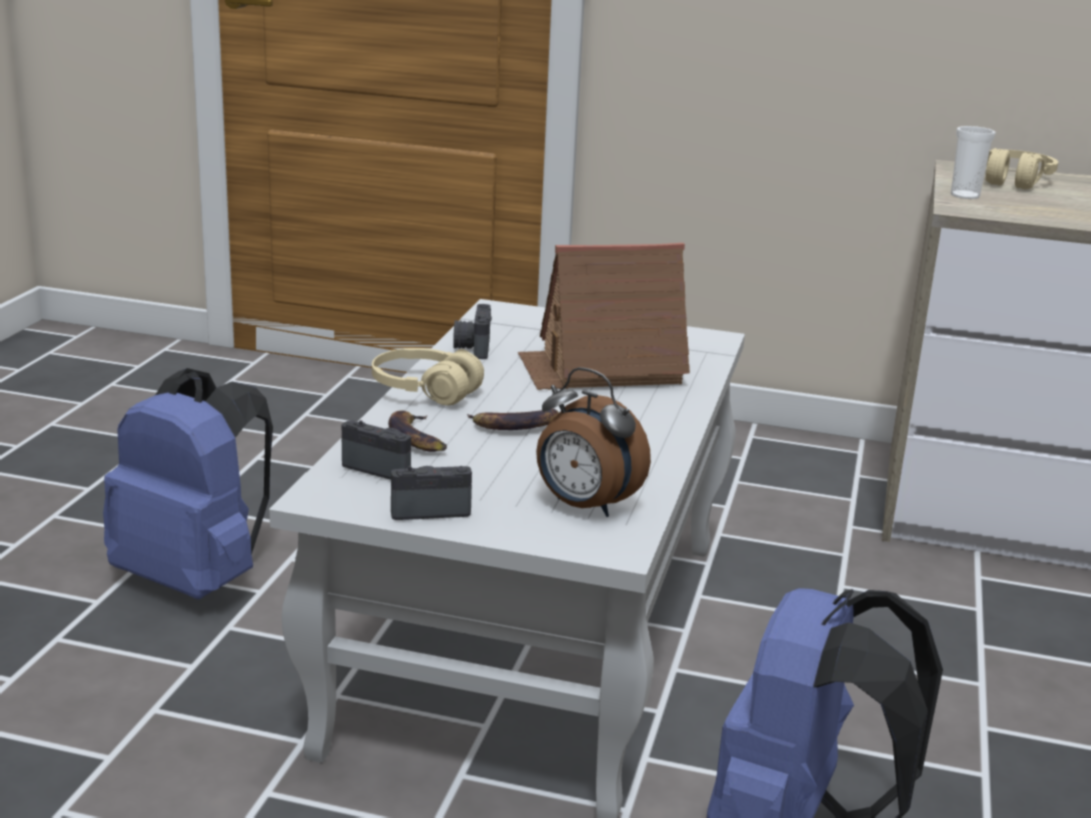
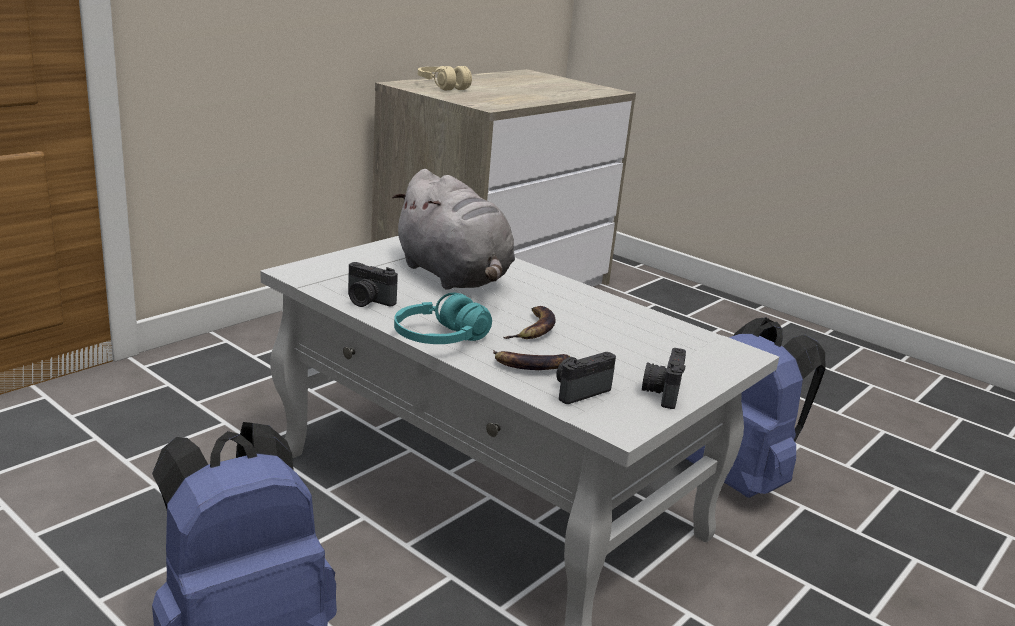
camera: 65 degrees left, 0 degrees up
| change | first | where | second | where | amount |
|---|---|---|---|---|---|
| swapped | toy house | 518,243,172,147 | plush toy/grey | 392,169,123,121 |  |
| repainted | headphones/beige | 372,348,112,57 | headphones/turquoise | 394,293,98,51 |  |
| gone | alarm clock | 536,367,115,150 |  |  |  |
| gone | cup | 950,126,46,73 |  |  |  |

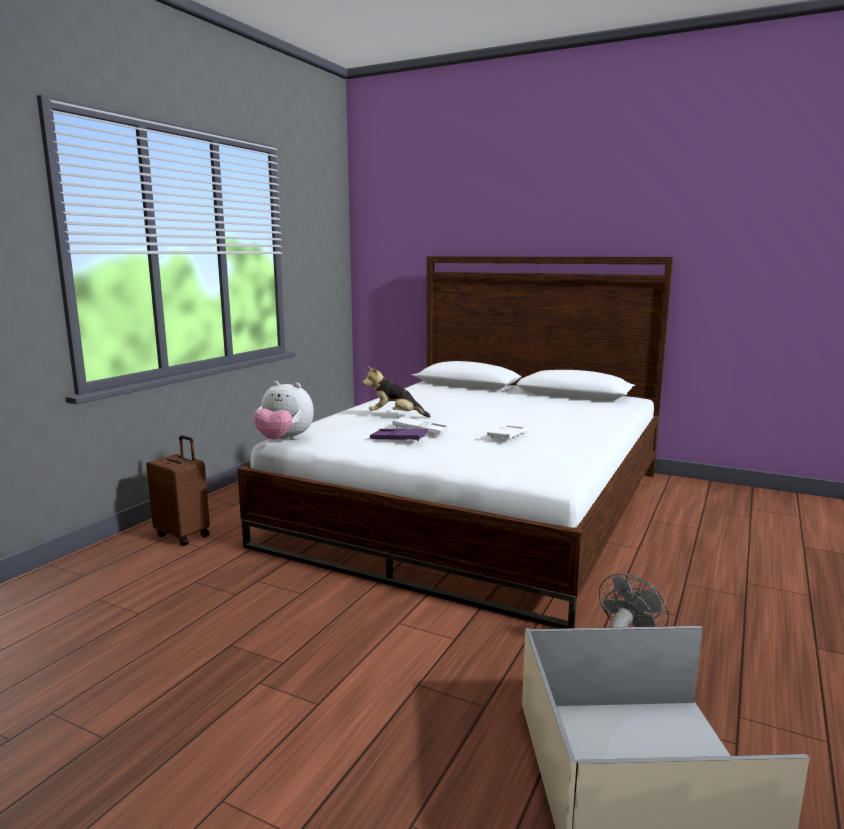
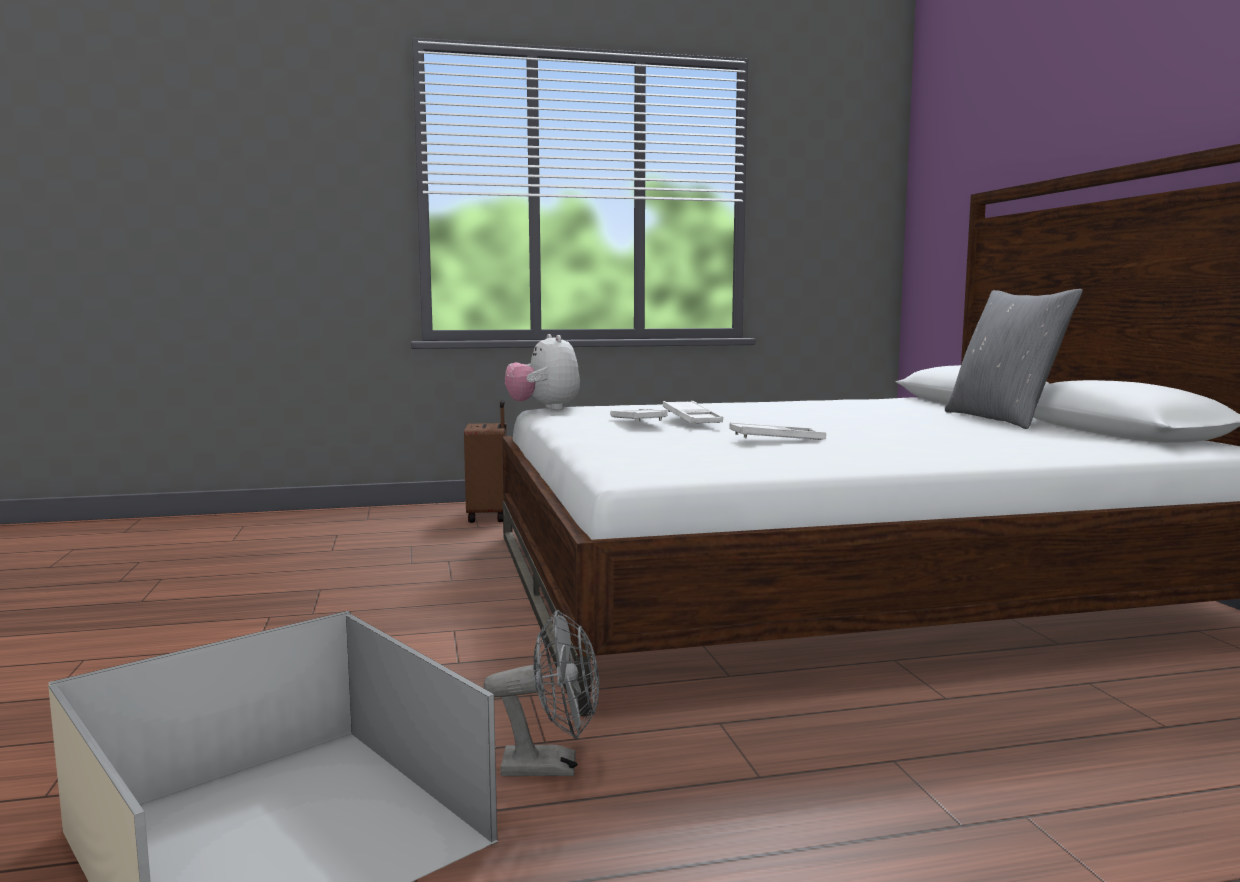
camera: 50 degrees right, 5 degrees down
| change | first | where | second | where | amount |
|---|---|---|---|---|---|
| repainted | tray/purple | 370,429,58,12 | tray/white | 610,409,58,13 |  |
| new |  |  | pillow/grey | 945,289,138,140 |  |
| gone | plush toy | 362,367,69,50 |  |  |  |

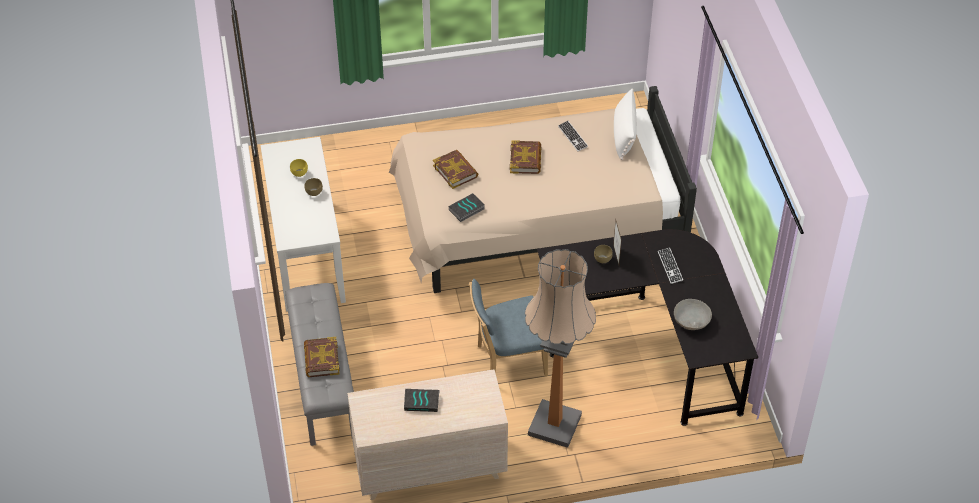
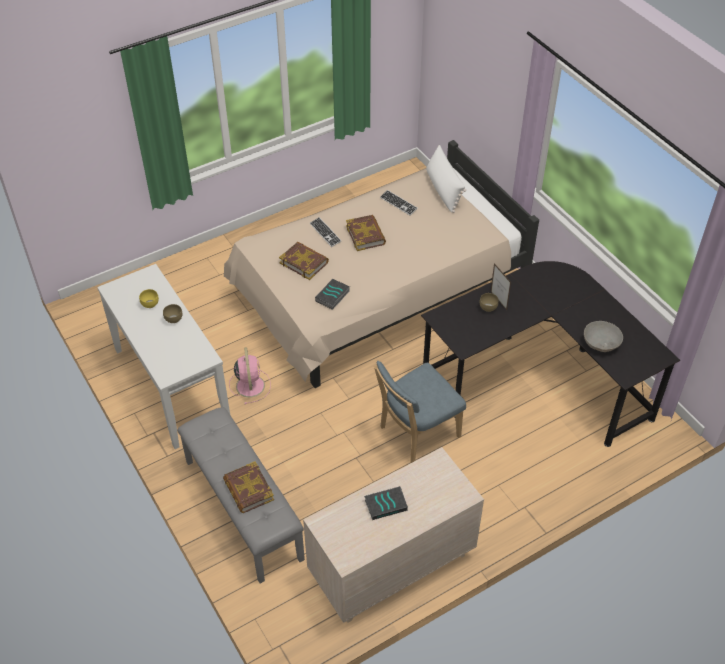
camera: 20 degrees left, 0 degrees up
| change | first | where | second | where | amount |
|---|---|---|---|---|---|
| new |  |  | fan/pink | 229,347,42,57 |  |
| shifted | keyboard | 658,247,25,37 |  | 310,217,31,30 |  |
| gone | floor lamp | 525,249,71,199 |  |  |  |

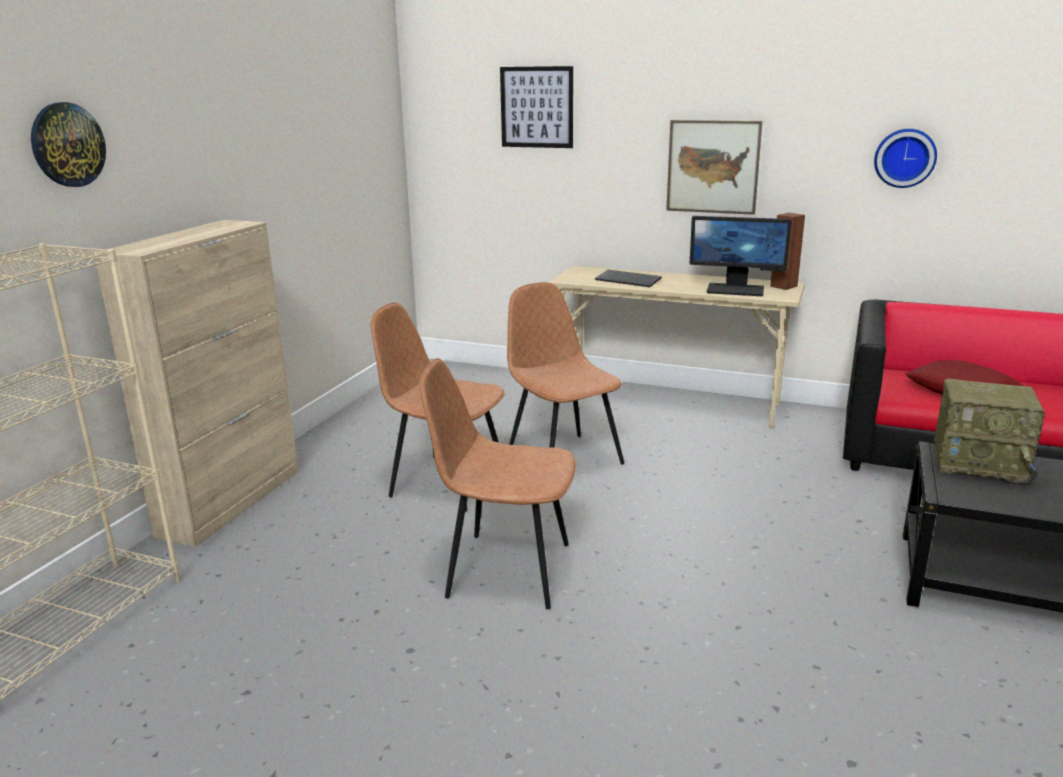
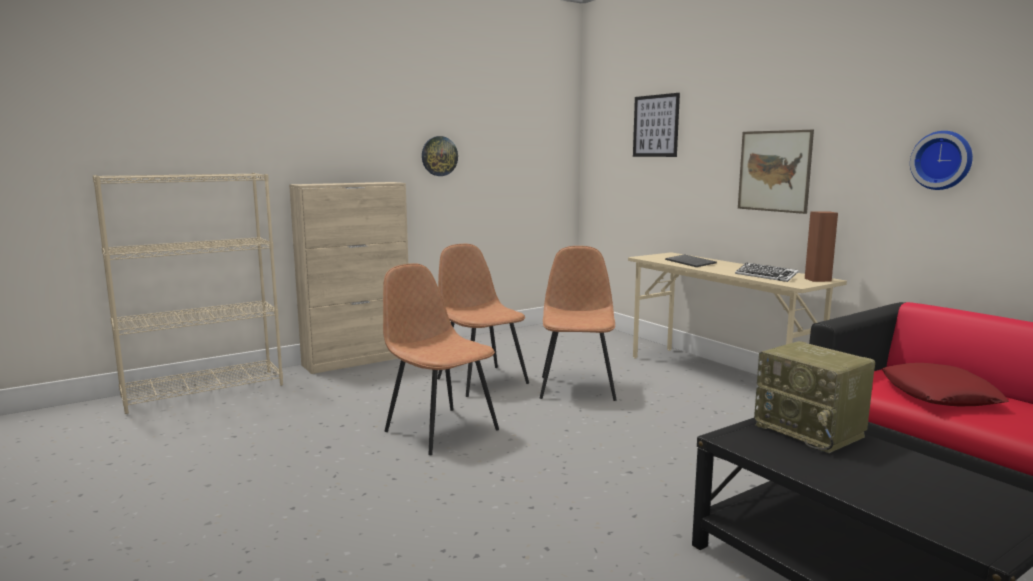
camera: 35 degrees right, 10 degrees down
| change | first | where | second | where | amount |
|---|---|---|---|---|---|
| shifted | wall clock | 31,102,75,85 |  | 422,136,36,40 |  |
| swapped | monitor | 690,216,102,80 | keyboard | 735,262,64,20 |  |

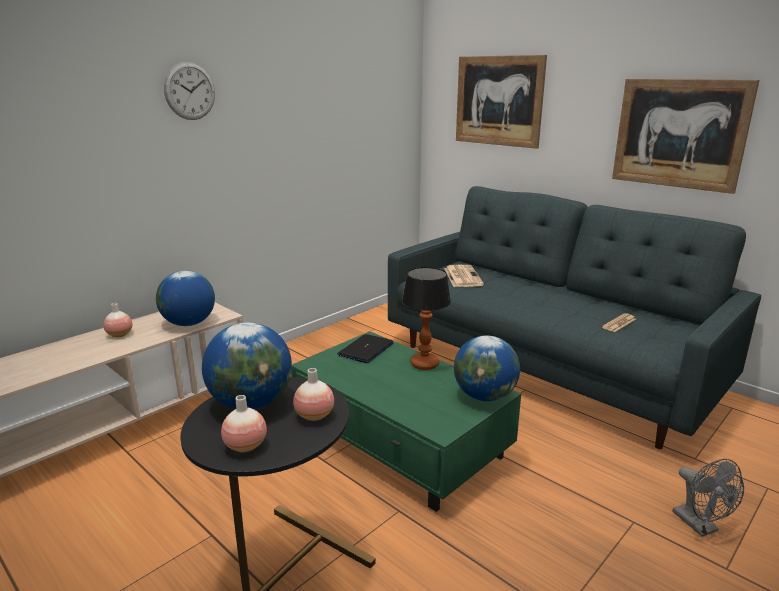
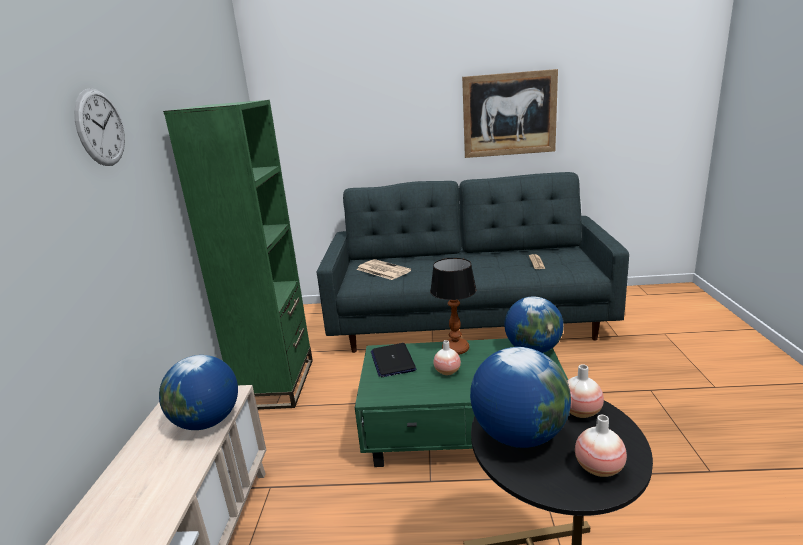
camera: 40 degrees left, 0 degrees up
| change | first | where | second | where | amount |
|---|---|---|---|---|---|
| new |  |  | bookcase/green | 163,100,150,310 |  |
| shifted | vase | 104,303,29,34 |  | 434,340,27,35 |  |
| gone | picture | 456,55,91,94 |  |  |  |
| gone | fan/grey | 673,459,71,78 |  |  |  |

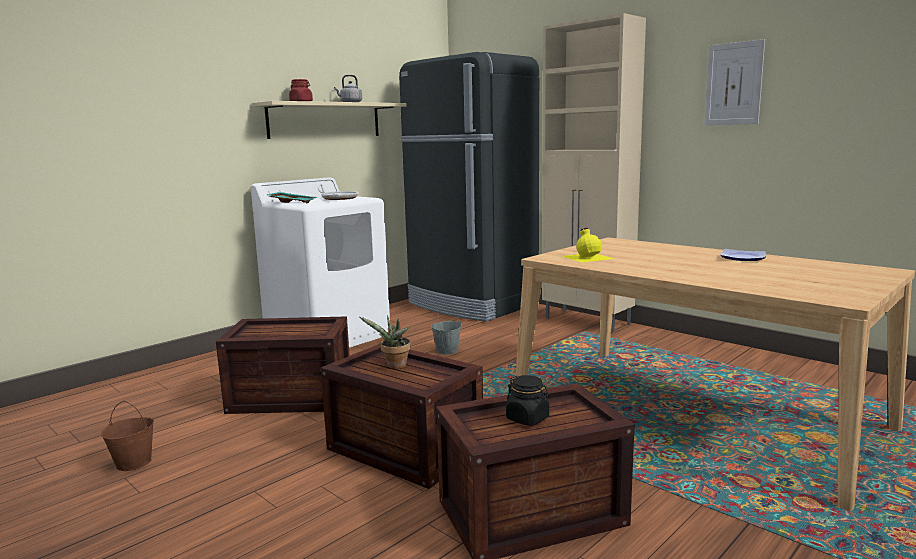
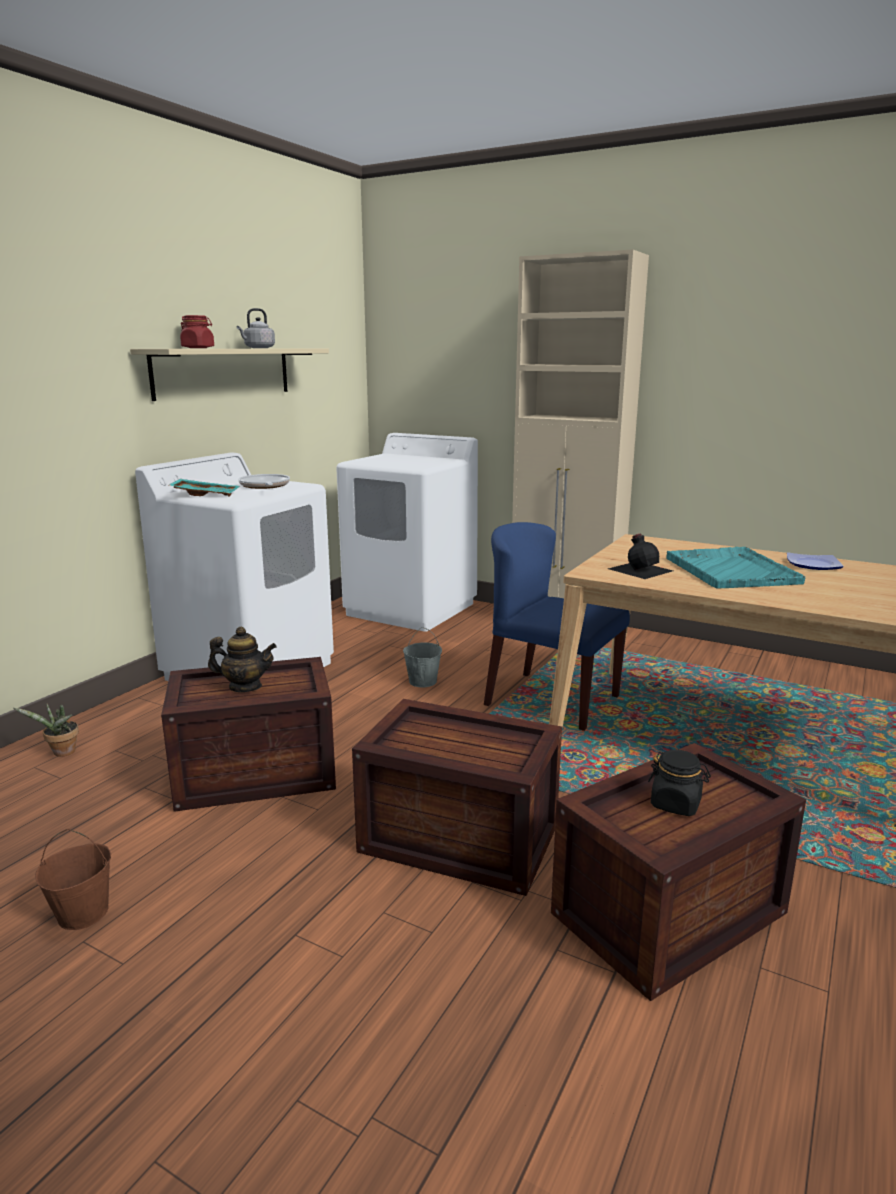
camera: 15 degrees left, 5 degrees up
| change | first | where | second | where | amount |
|---|---|---|---|---|---|
| shifted | potted plant | 360,316,51,53 |  | 13,704,66,53 |  |
| new |  |  | teapot | 208,627,69,65 |  |
| swapped | fridge/black | 399,52,140,270 | washing machine/white | 336,433,142,199 |  |
| new |  |  | chair/blue | 484,522,146,209 |  |
| repainted | bottle/yellow | 562,228,52,35 | bottle/black | 608,533,65,46 |  |
| new |  |  | tray/turquoise | 666,547,140,42 |  |
| gone | picture | 704,39,61,86 |  |  |  |

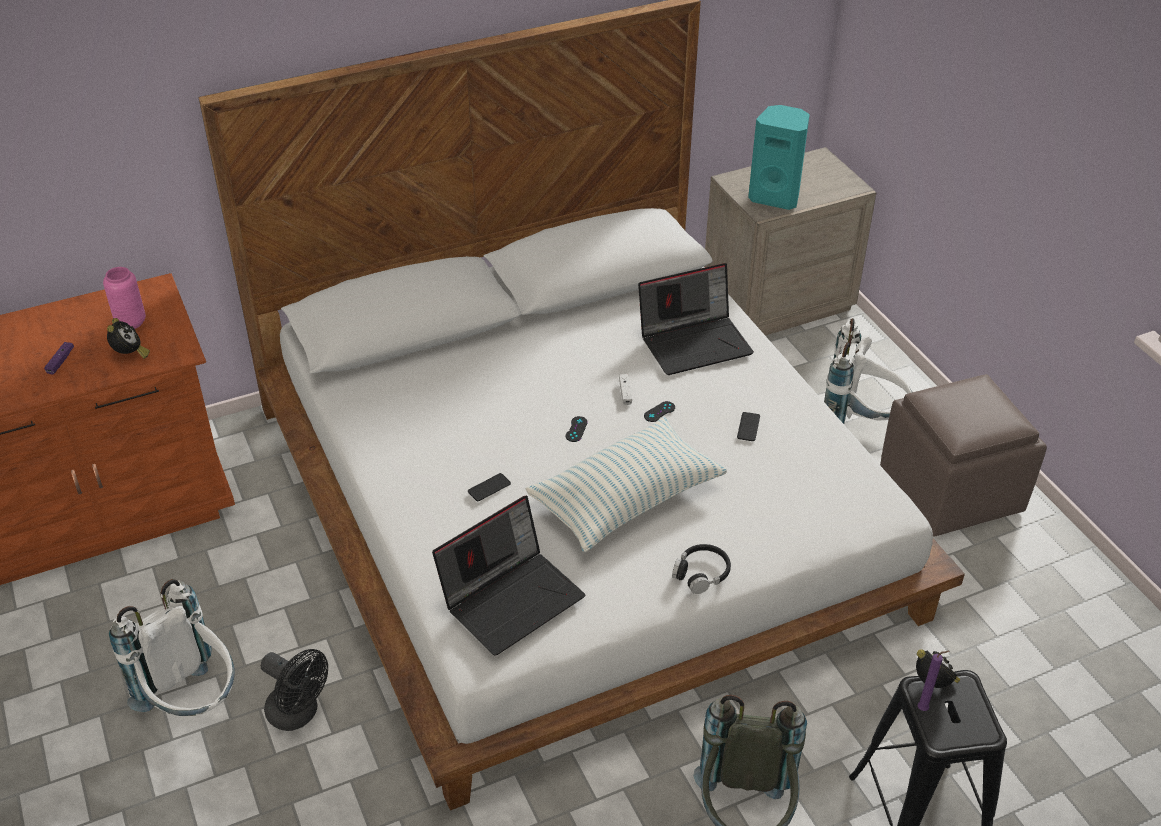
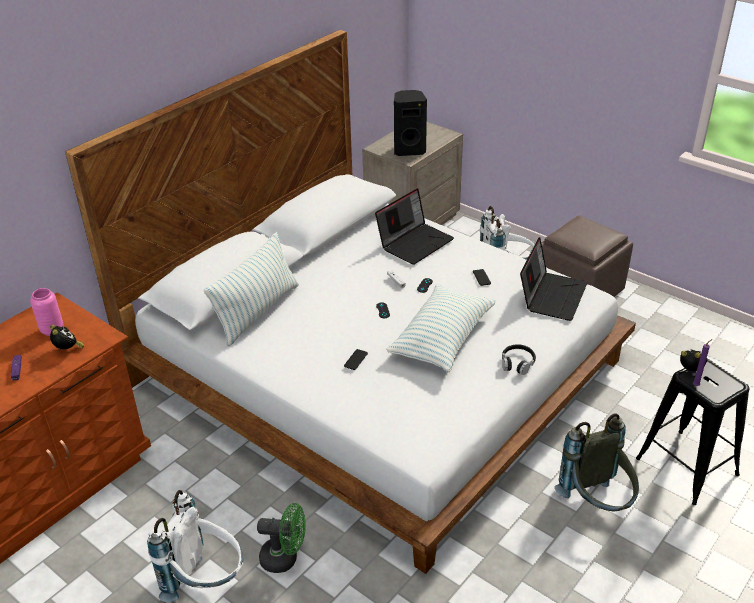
camera: 25 degrees left, 5 degrees down
| change | first | where | second | where | amount |
|---|---|---|---|---|---|
| new |  |  | pillow | 204,232,95,114 |  |
| repainted | fan/black | 261,649,67,82 | fan/green | 257,503,49,70 |  |
| repainted | speaker/turquoise | 748,105,62,105 | speaker/black | 394,90,33,66 |  |
| shifted | laptop | 432,496,153,160 |  | 520,237,68,84 |  |

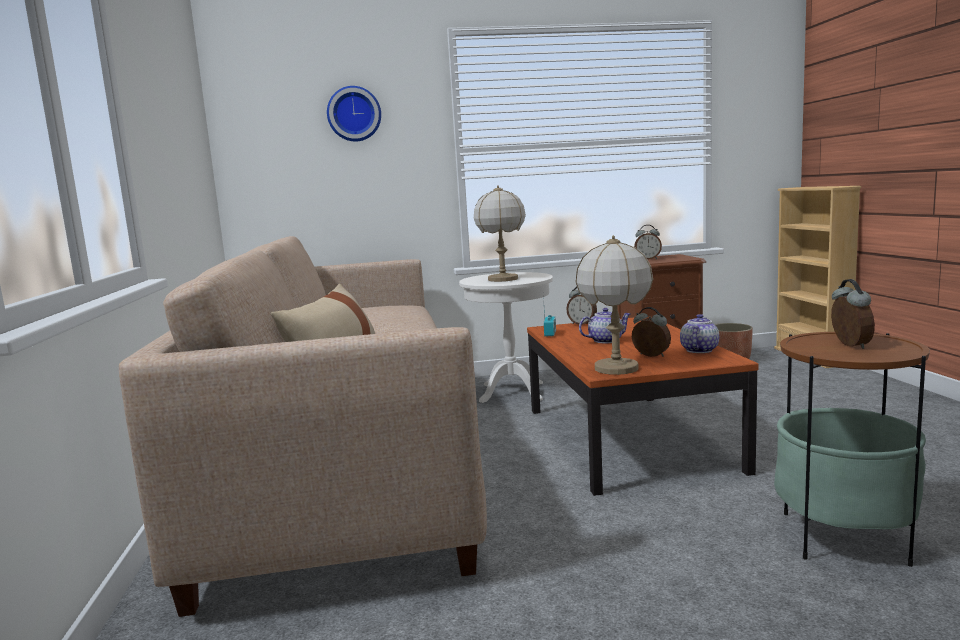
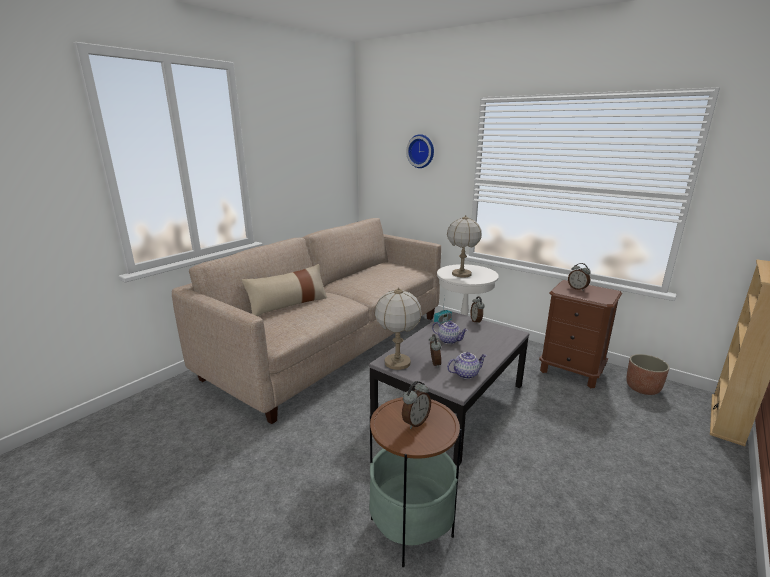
camera: 45 degrees right, 10 degrees up
| change | first | where | second | where | amount |
|---|---|---|---|---|---|
| repainted | coffee table/brown | 527,316,232,180 | coffee table/grey | 369,311,160,154 |  |

